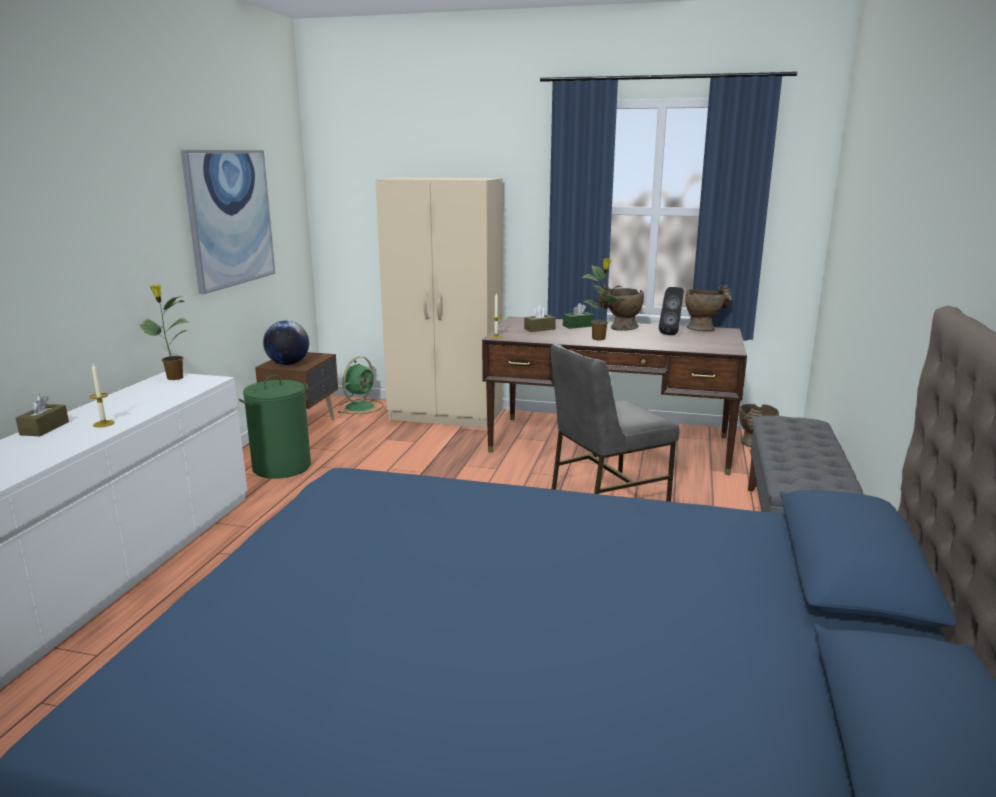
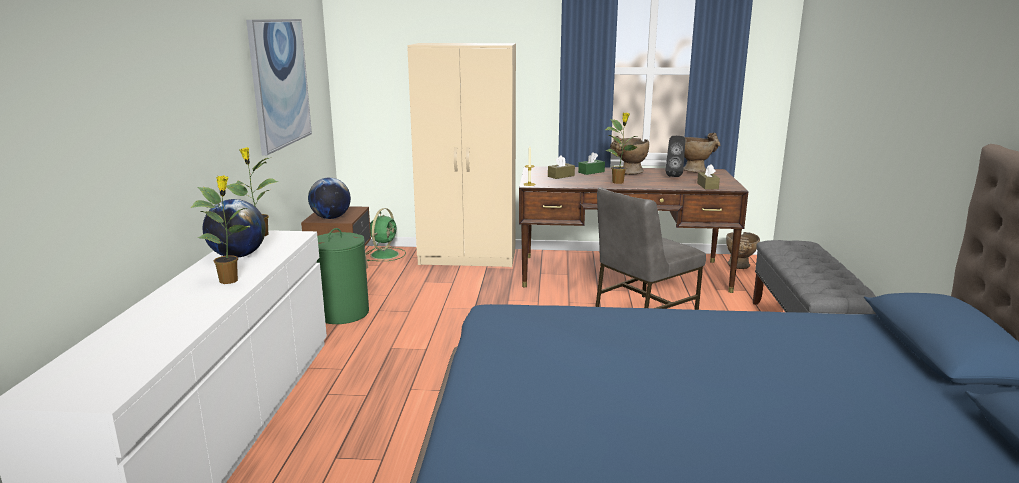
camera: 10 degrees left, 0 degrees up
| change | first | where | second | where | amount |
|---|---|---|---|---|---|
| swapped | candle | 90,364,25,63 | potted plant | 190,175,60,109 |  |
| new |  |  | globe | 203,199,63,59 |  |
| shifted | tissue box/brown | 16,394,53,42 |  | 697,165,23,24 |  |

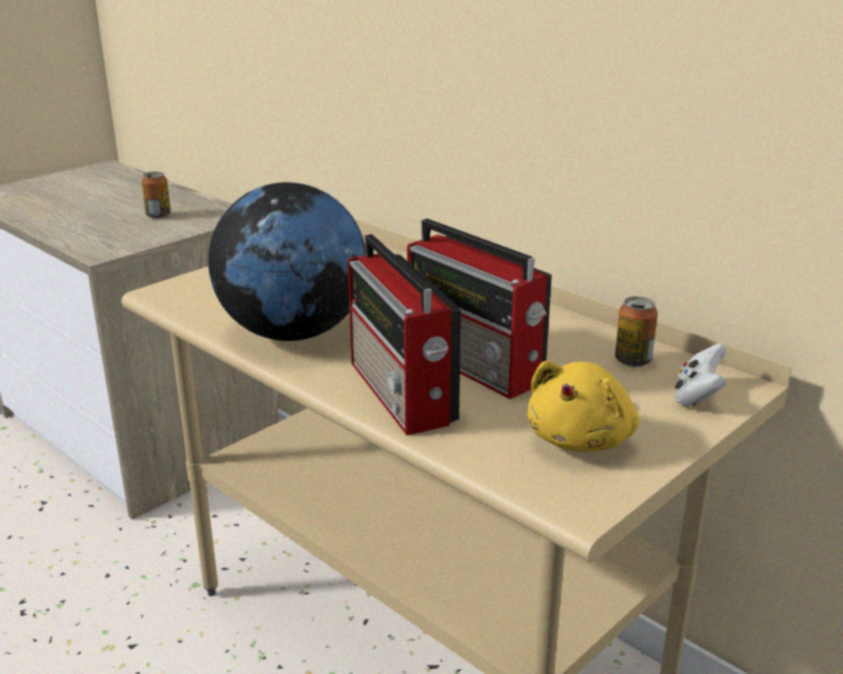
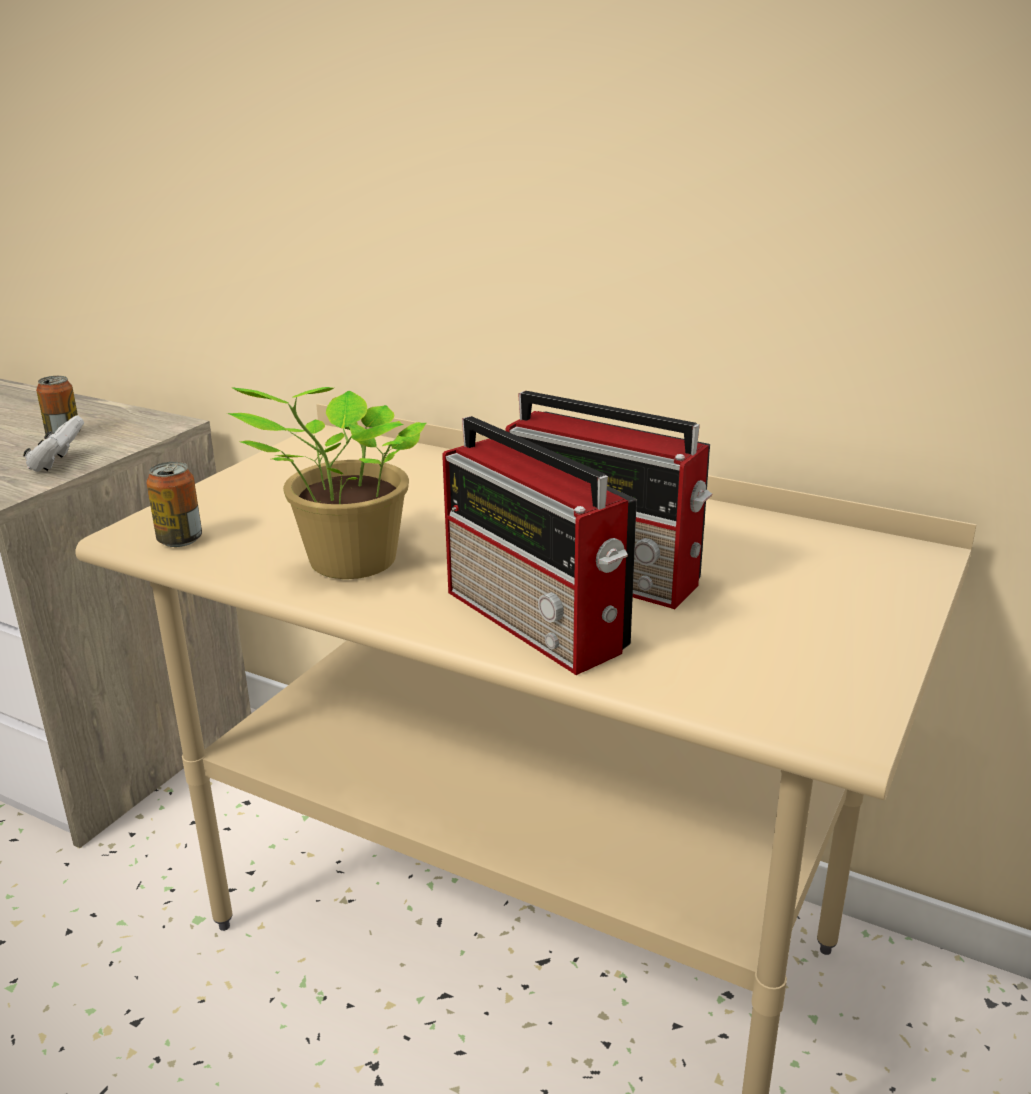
camera: 15 degrees left, 0 degrees up
| change | first | where | second | where | amount |
|---|---|---|---|---|---|
| shifted | game controller/white | 675,343,52,63 |  | 23,415,61,57 |  |
| shifted | can | 615,297,43,70 |  | 146,462,56,85 |  |
| swapped | globe | 208,182,158,159 | potted plant | 227,387,199,192 |  |
| gone | plush toy/yellow | 527,361,112,91 |  |  |  |

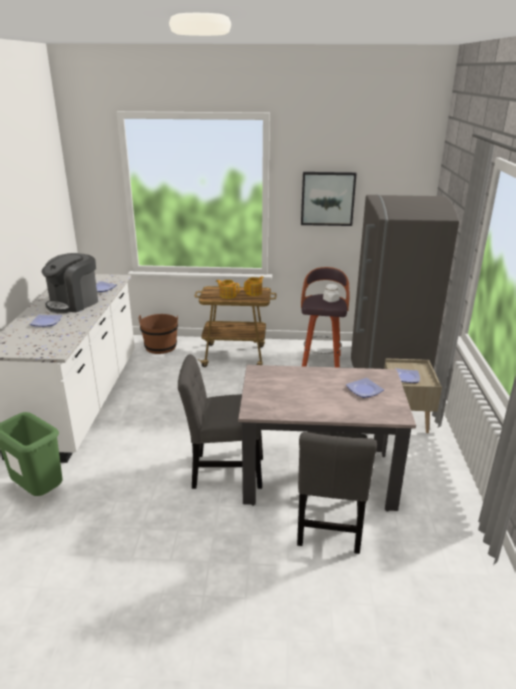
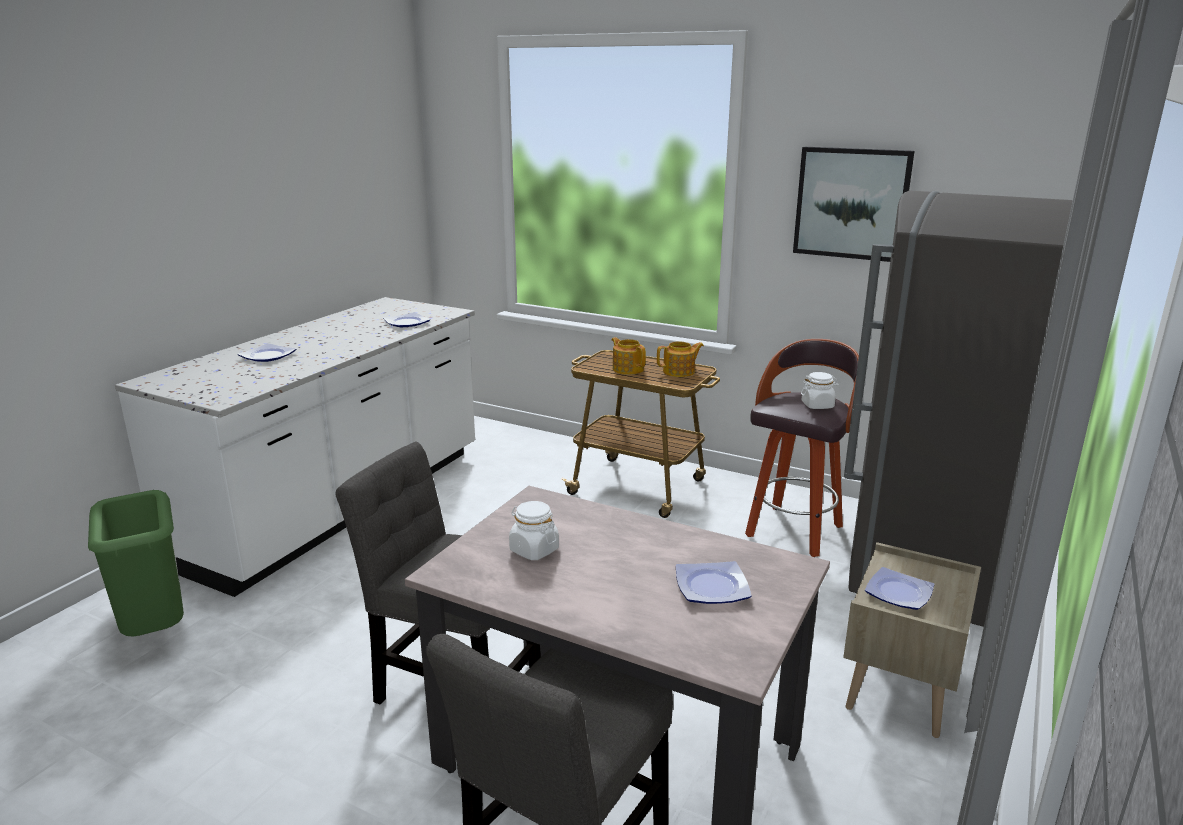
camera: 25 degrees right, 5 degrees down
| change | first | where | second | where | amount |
|---|---|---|---|---|---|
| new |  |  | jar/white | 509,501,50,59 |  |
| gone | coffee machine | 42,253,56,60 |  |  |  |
| gone | bucket/brown | 139,314,39,40 |  |  |  |

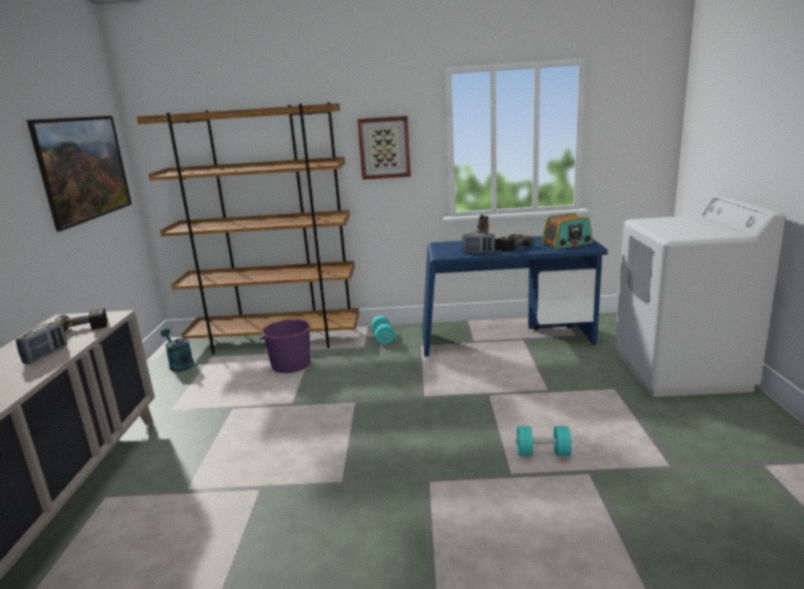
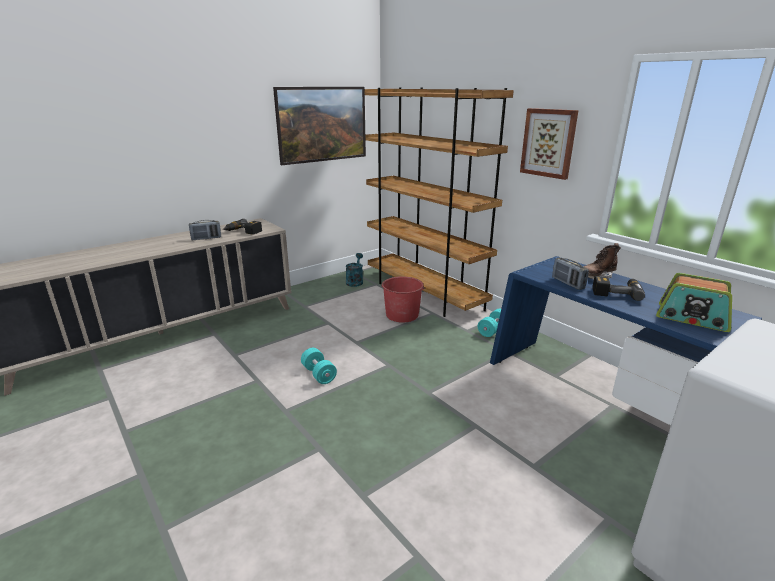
camera: 50 degrees right, 5 degrees up
| change | first | where | second | where | amount |
|---|---|---|---|---|---|
| shifted | dumbbell/turquoise | 516,426,56,30 |  | 301,348,36,36 |  |
| repainted | bucket/purple | 260,319,51,54 | bucket/red | 381,276,44,47 |  |

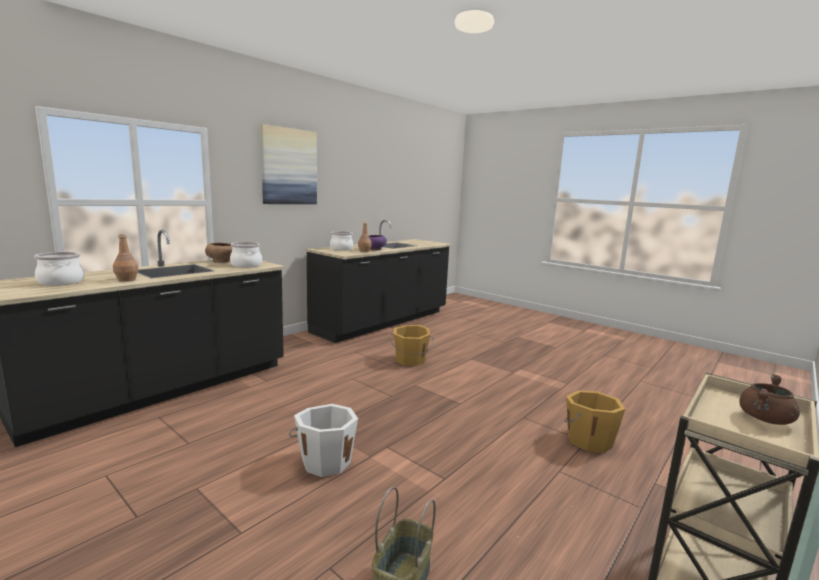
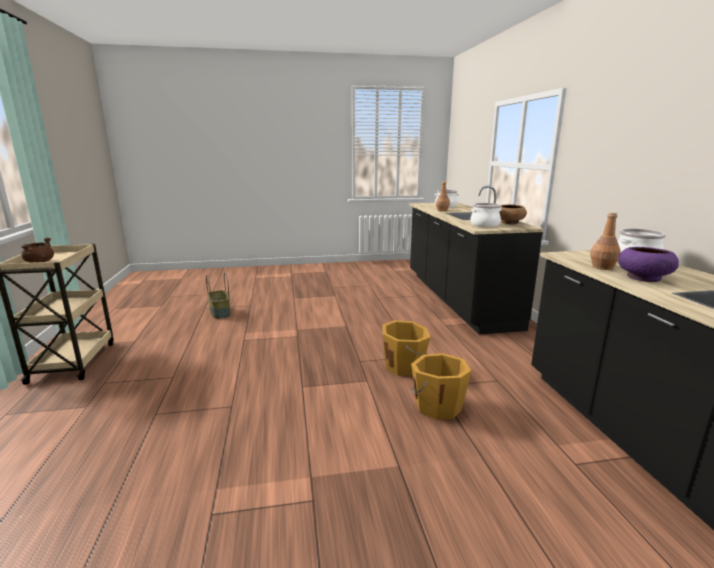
camera: 130 degrees right, 5 degrees up
| change | first | where | second | where | amount |
|---|---|---|---|---|---|
| shifted | bucket/orange | 564,390,61,63 |  | 382,320,49,56 |  |
| gone | picture | 260,124,57,80 |  |  |  |
| gone | bucket/white | 289,404,70,73 |  |  |  |

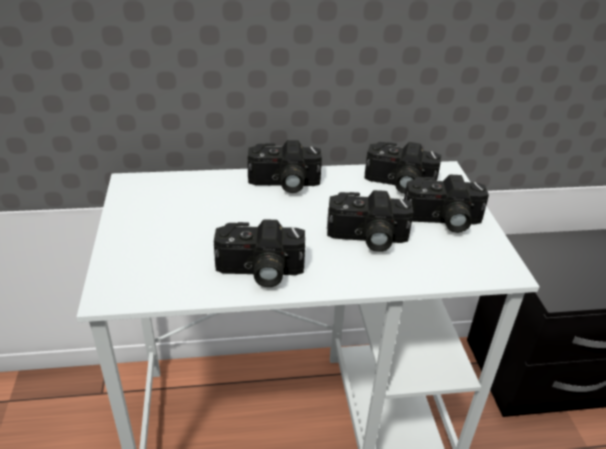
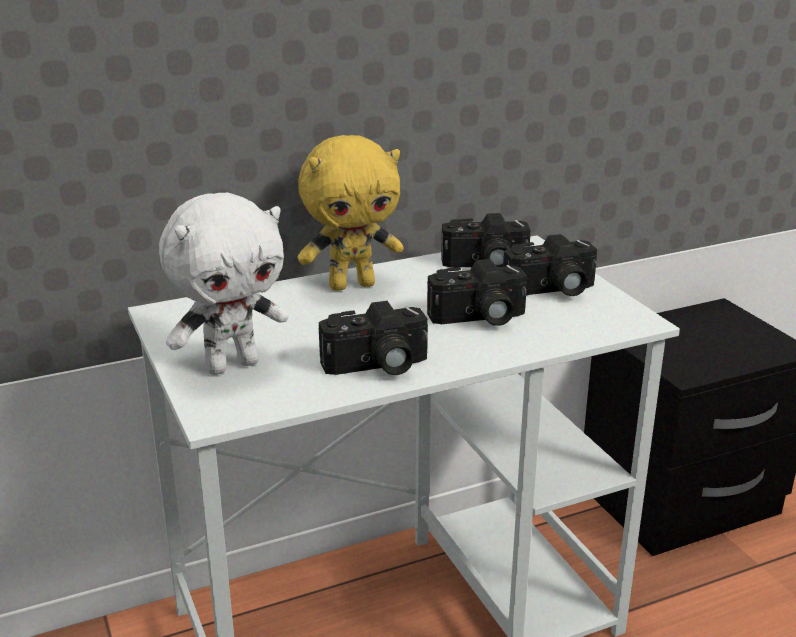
camera: 15 degrees left, 10 degrees down
| change | first | where | second | where | amount |
|---|---|---|---|---|---|
| new |  |  | plush toy/white | 159,192,129,183 |  |
| swapped | photo camera | 247,140,75,53 | plush toy/yellow | 298,135,106,156 |  |

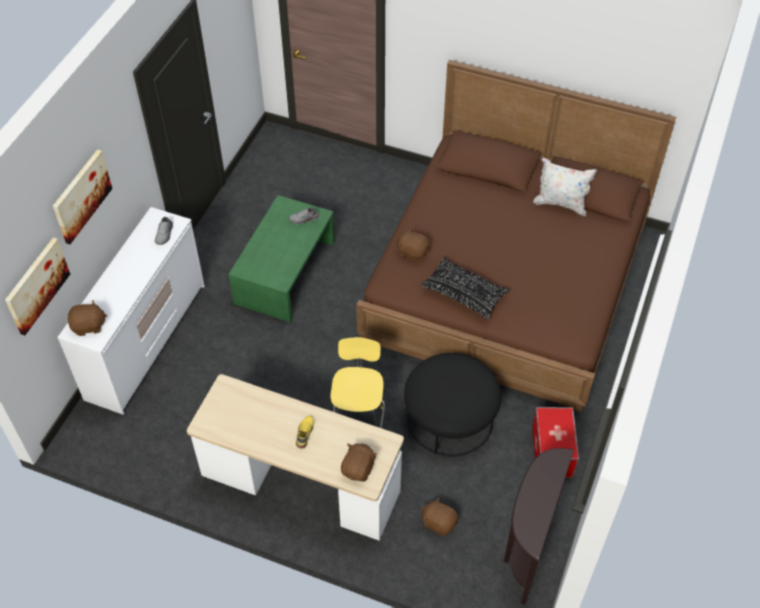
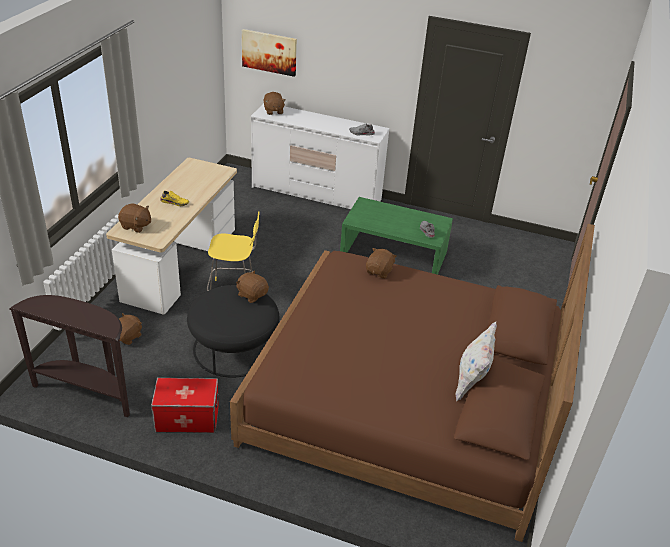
camera: 85 degrees right, 15 degrees down
| change | first | where | second | where | amount |
|---|---|---|---|---|---|
| new |  |  | plush toy/brown | 236,270,33,33 |  |
| gone | picture | 53,149,59,95 |  |  |  |
| gone | pillow/black | 421,257,88,63 |  |  |  |

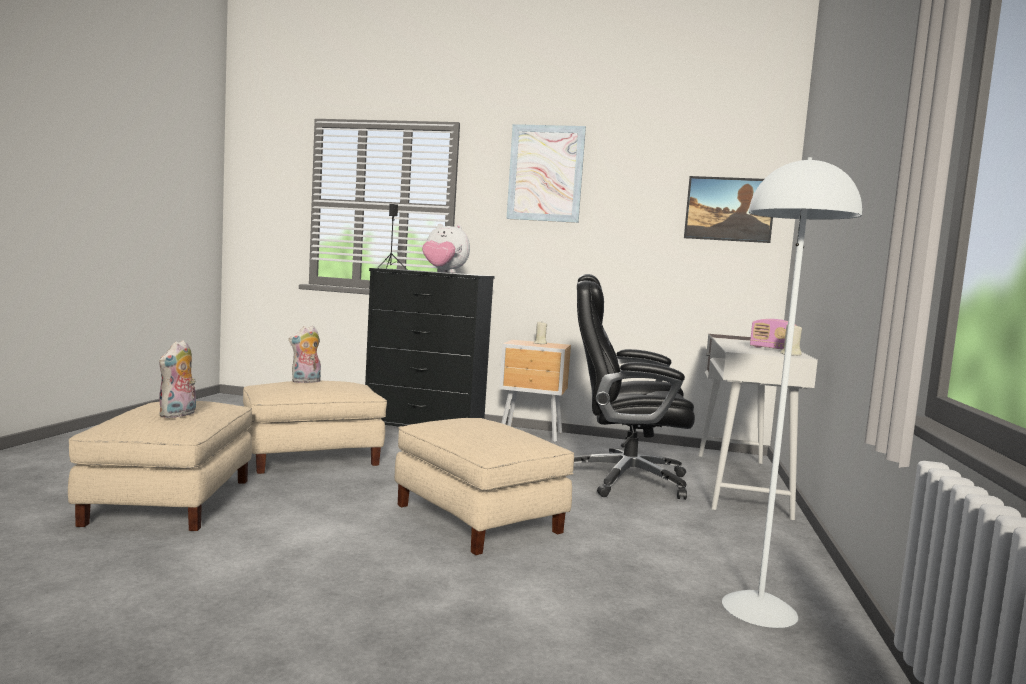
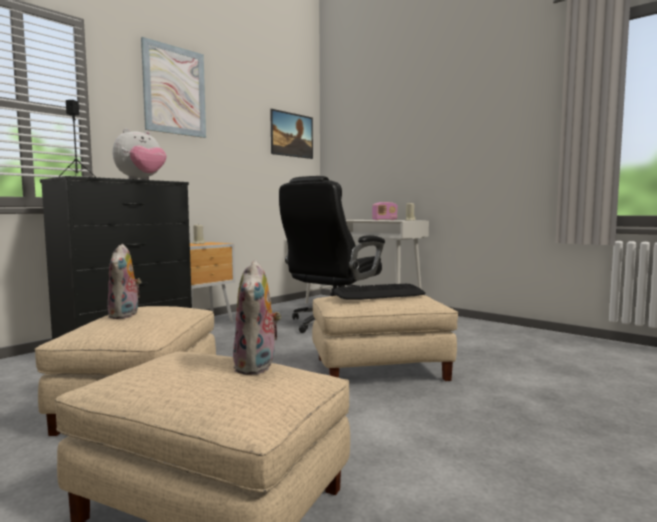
camera: 60 degrees left, 0 degrees up
| change | first | where | second | where | amount |
|---|---|---|---|---|---|
| rotated | plush toy | 159,340,37,78 |  | 233,260,48,115 | 45 degrees clockwise |
| new |  |  | keyboard | 333,284,93,16 |  |
| gone | floor lamp/white | 722,157,140,471 |  |  |  |

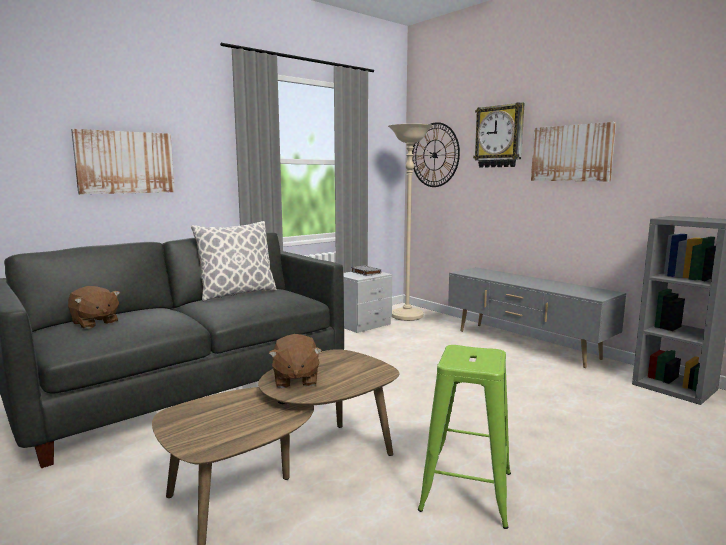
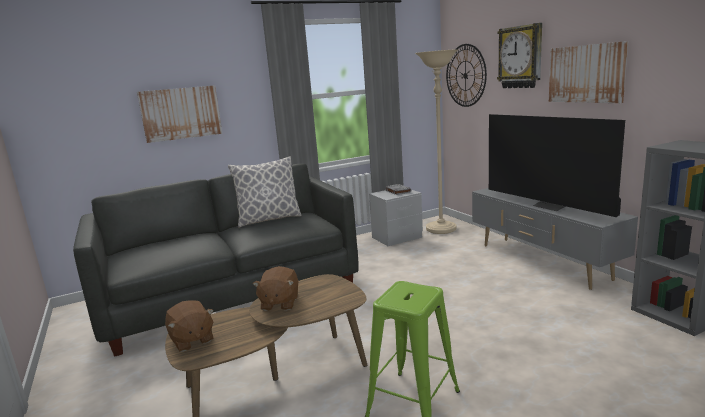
camera: 15 degrees right, 5 degrees up
| change | first | where | second | where | amount |
|---|---|---|---|---|---|
| shifted | plush toy/brown | 68,286,52,43 |  | 165,300,49,52 |  |
| new |  |  | television | 489,114,136,103 |  |

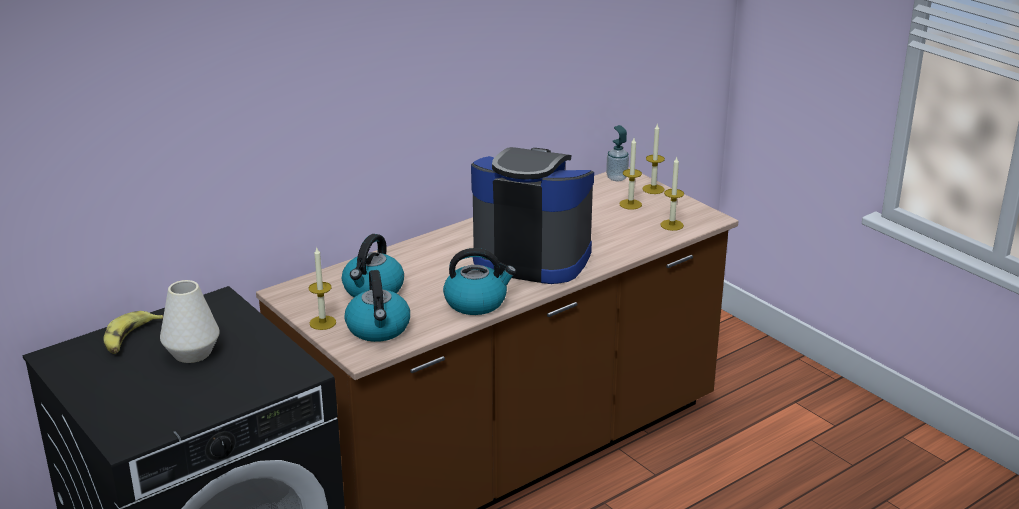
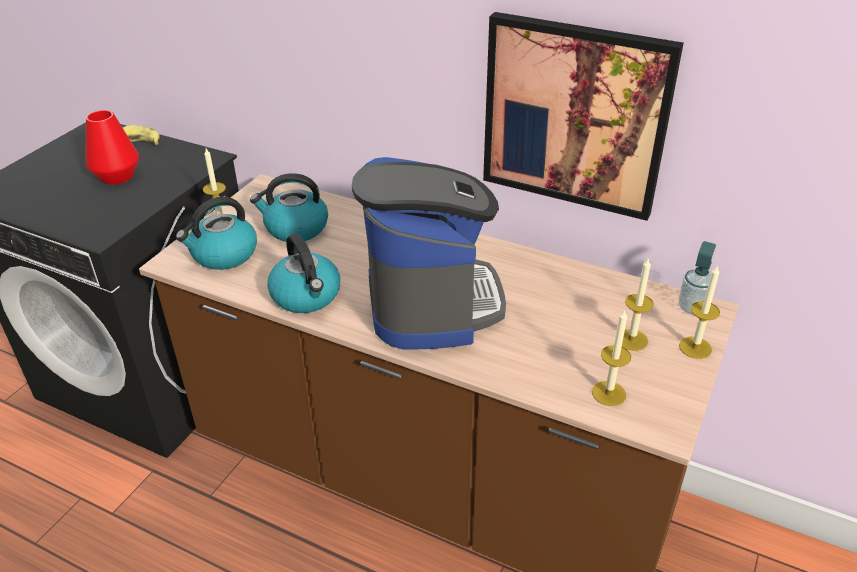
camera: 65 degrees right, 10 degrees up
| change | first | where | second | where | amount |
|---|---|---|---|---|---|
| repainted | vase/white | 160,280,60,83 | vase/red | 85,110,54,75 |  |
| new |  |  | picture | 483,12,201,209 |  |

